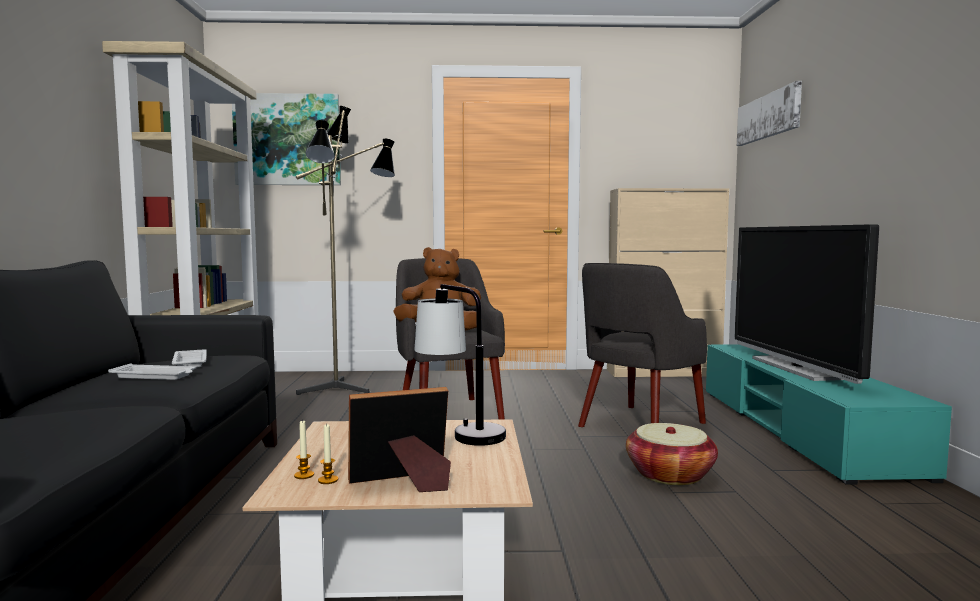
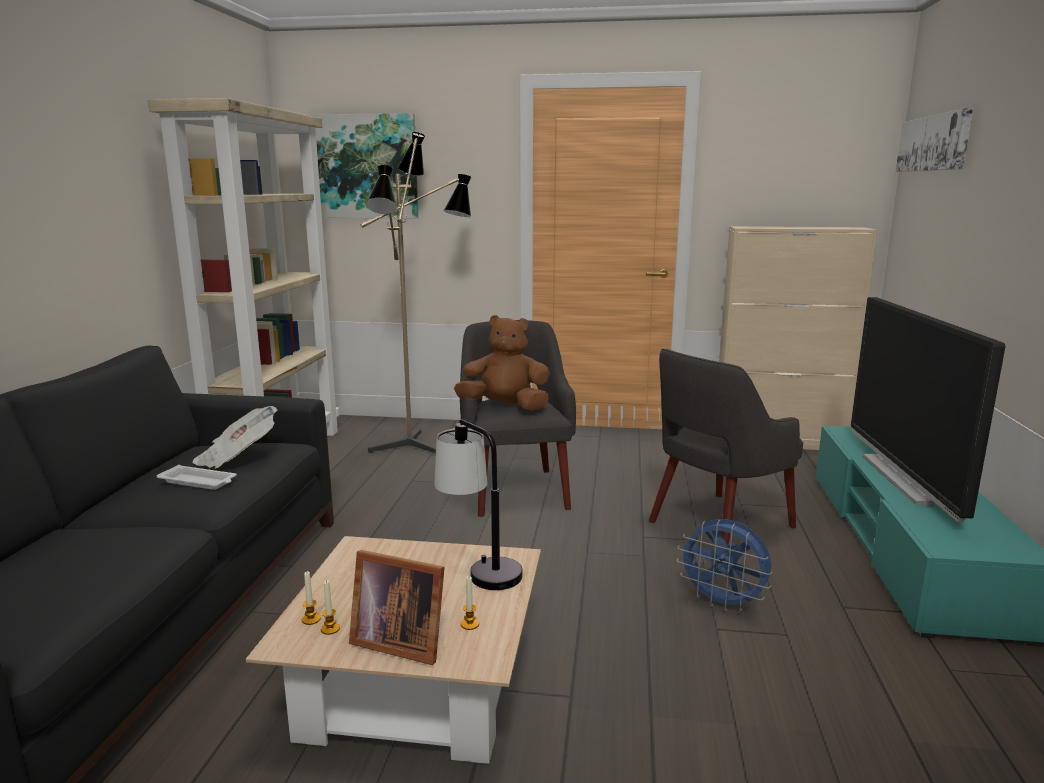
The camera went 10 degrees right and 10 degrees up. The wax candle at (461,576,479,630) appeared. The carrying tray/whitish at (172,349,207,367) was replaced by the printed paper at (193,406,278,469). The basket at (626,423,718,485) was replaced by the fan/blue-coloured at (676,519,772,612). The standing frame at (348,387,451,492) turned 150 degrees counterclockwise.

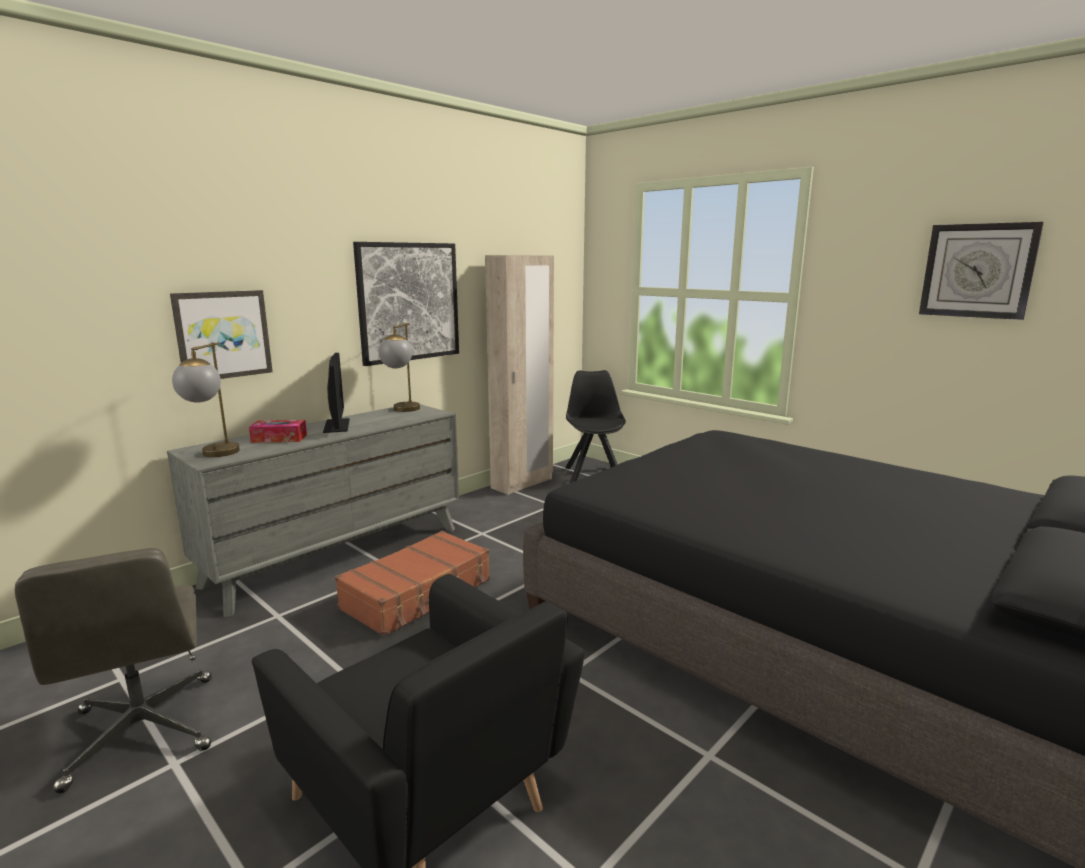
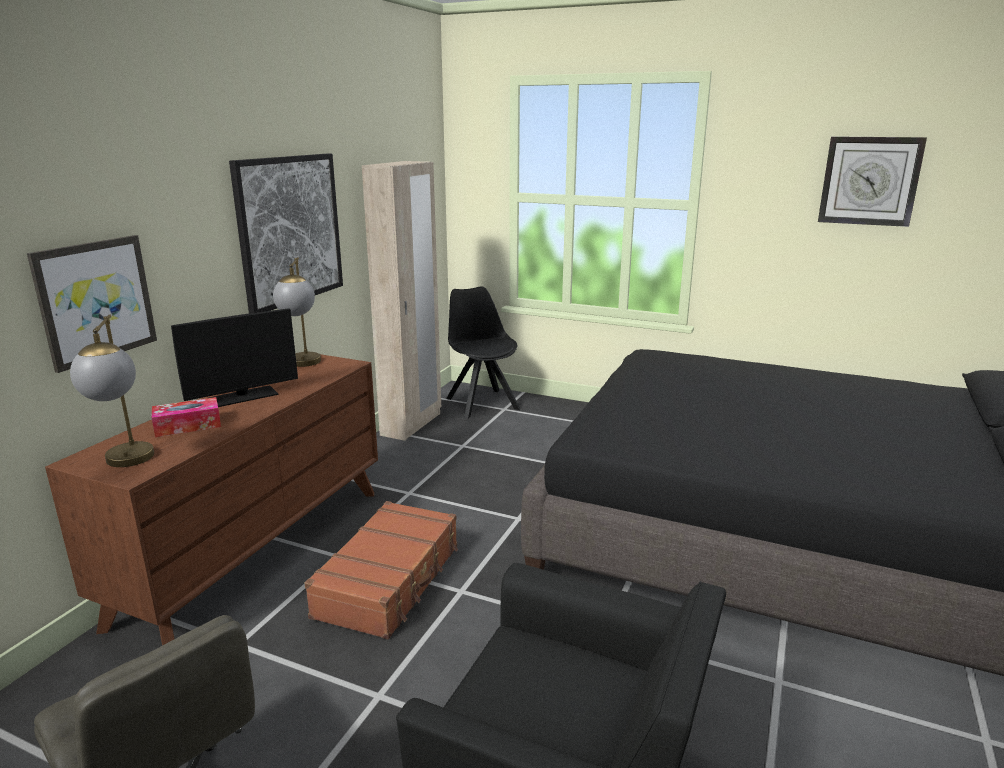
The camera went 20 degrees left and 5 degrees up. The drawer chest/grey at (167,404,459,617) became the drawer chest/brown-coloured at (45,354,378,646). The computer screen at (323,353,350,433) turned 90 degrees clockwise.

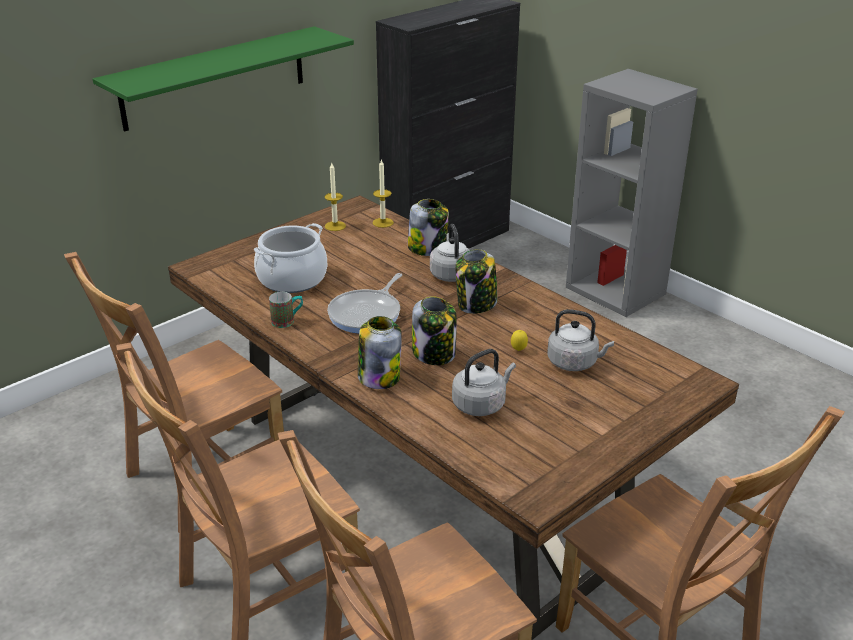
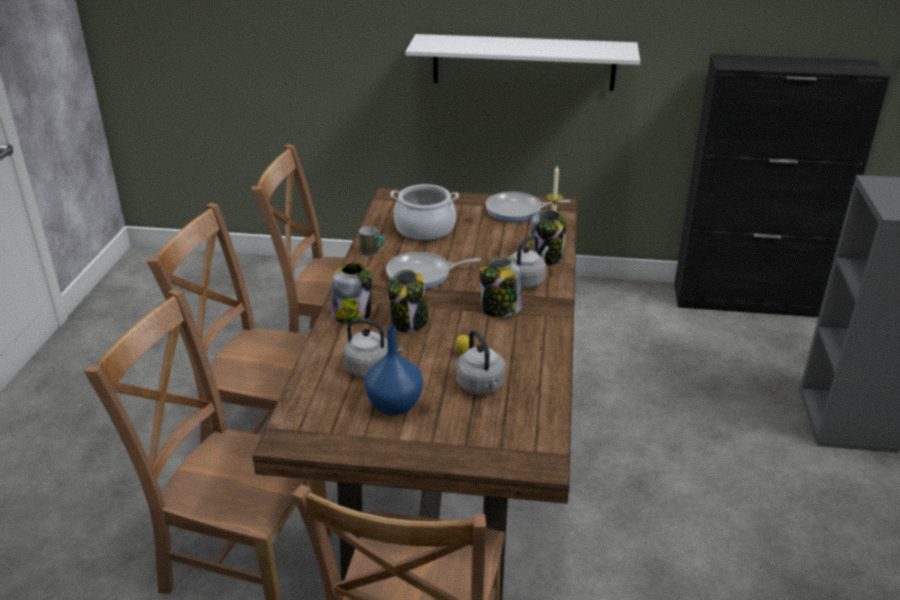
The camera went 50 degrees right and 0 degrees up. The vase/blue-coloured at (364,325,423,415) appeared. The wax candle at (325,163,346,231) was replaced by the skillet at (485,192,570,222). The bracket shelf/green-coloured at (93,26,354,132) became the bracket shelf/whitish at (405,34,640,91).

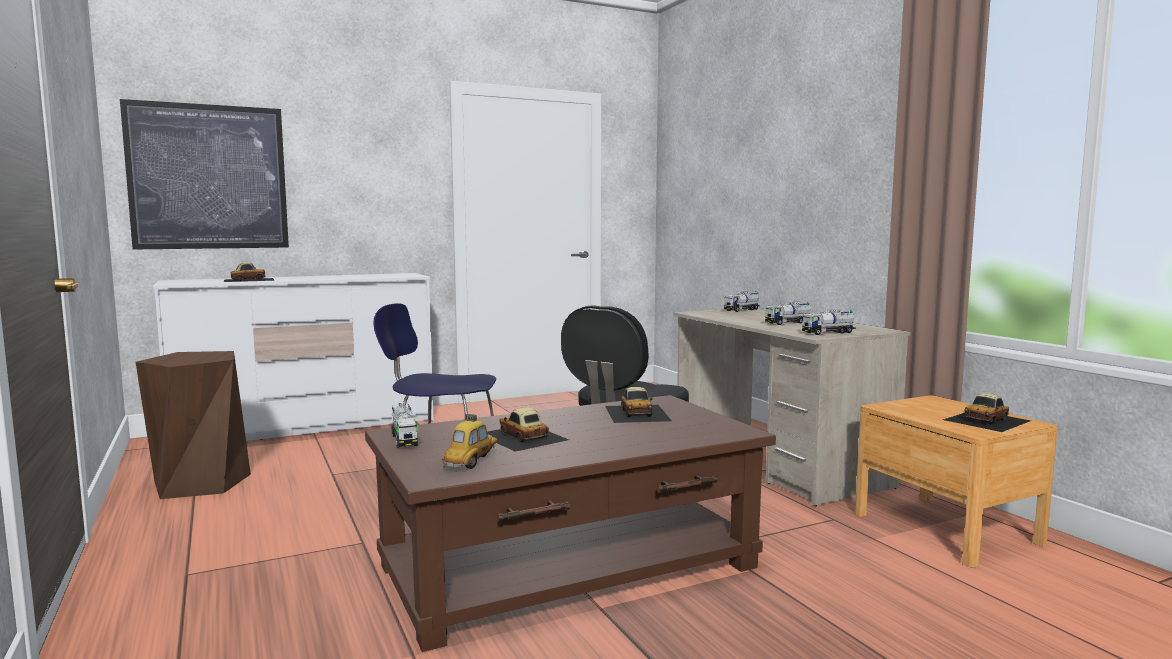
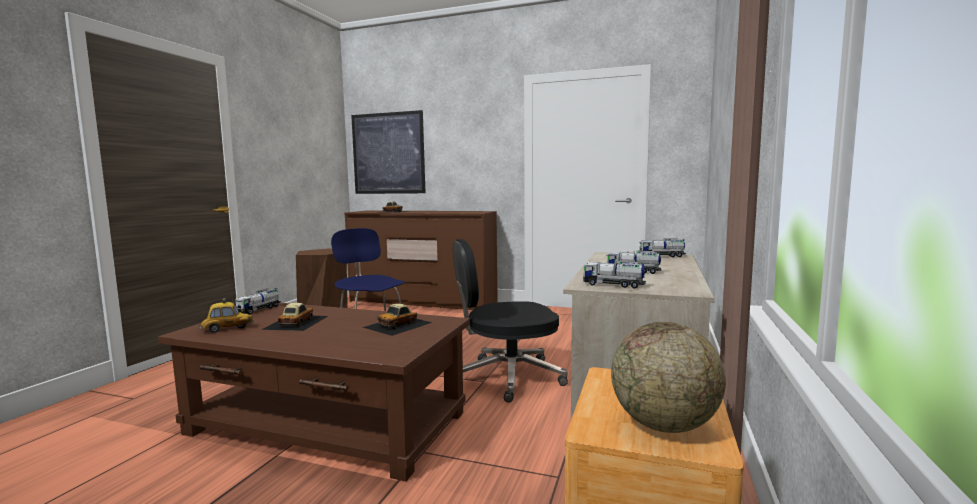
The camera went 45 degrees right and 0 degrees up. The toy car at (943,394,1031,432) was replaced by the desk globe at (611,322,726,433). The drawer chest/whitish at (153,273,434,441) became the drawer chest/brown-coloured at (344,210,498,310).

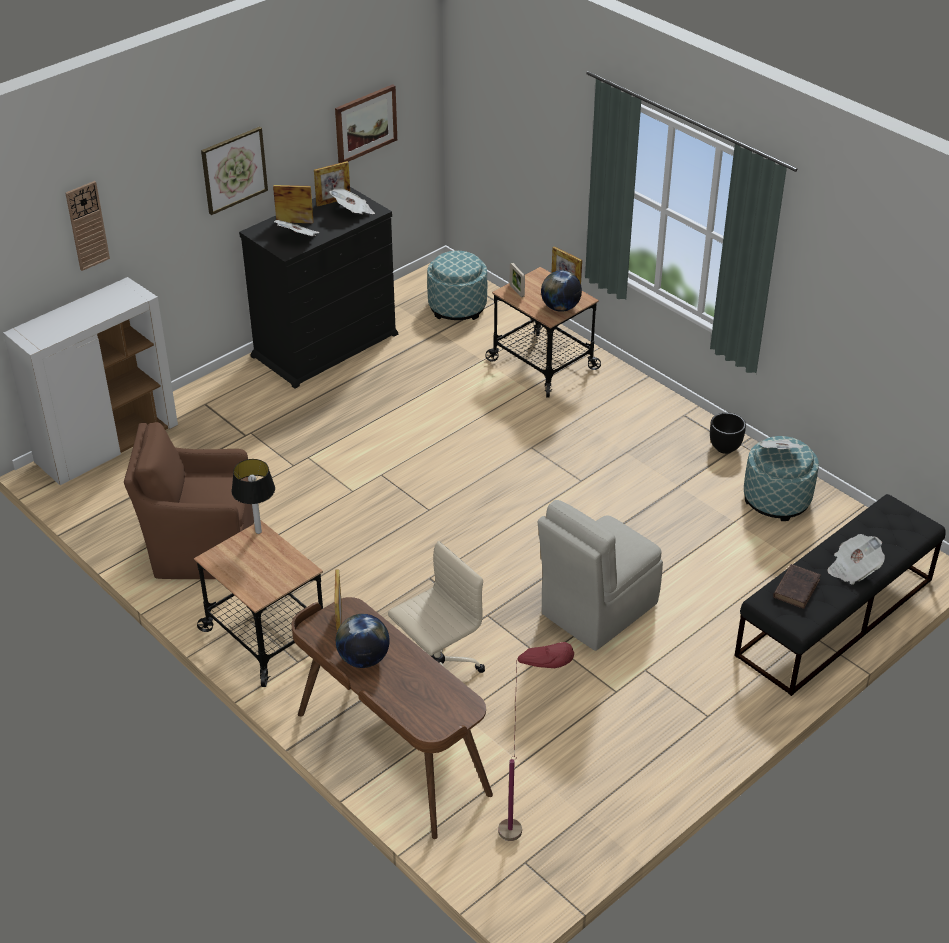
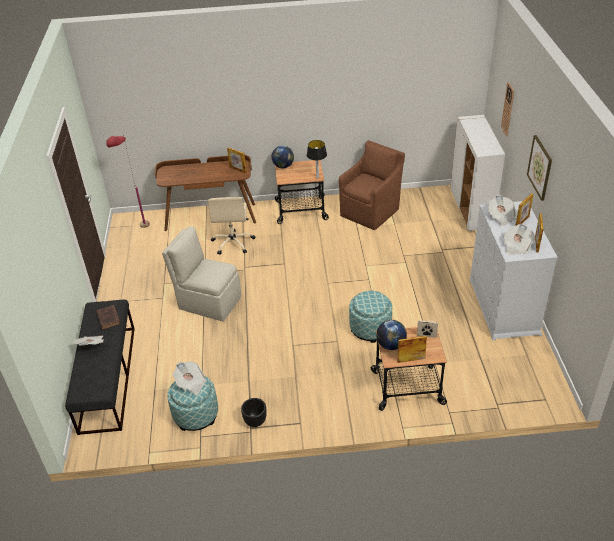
The camera went 130 degrees right and 0 degrees up. The wall art at (335,84,397,163) disappeared. The desk globe moved from (336,614,390,668) to (272,146,294,168). The ottoman moved from (427,251,487,320) to (349,290,392,343). The drawer chest/black-coloured at (239,187,398,389) became the drawer chest/whitish at (469,201,558,341). The chair/beige-coloured at (538,500,663,651) turned 60 degrees counterclockwise.

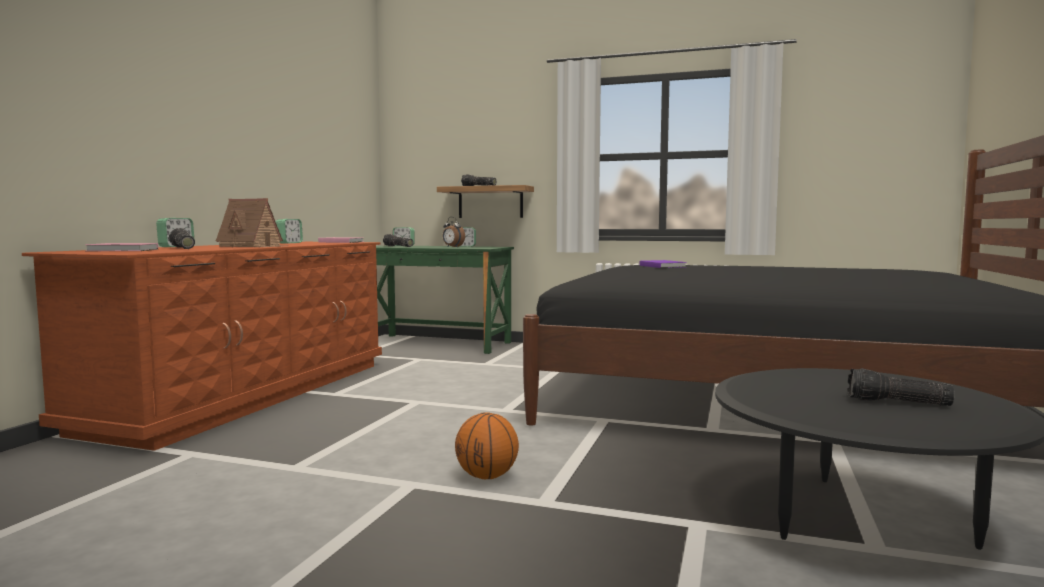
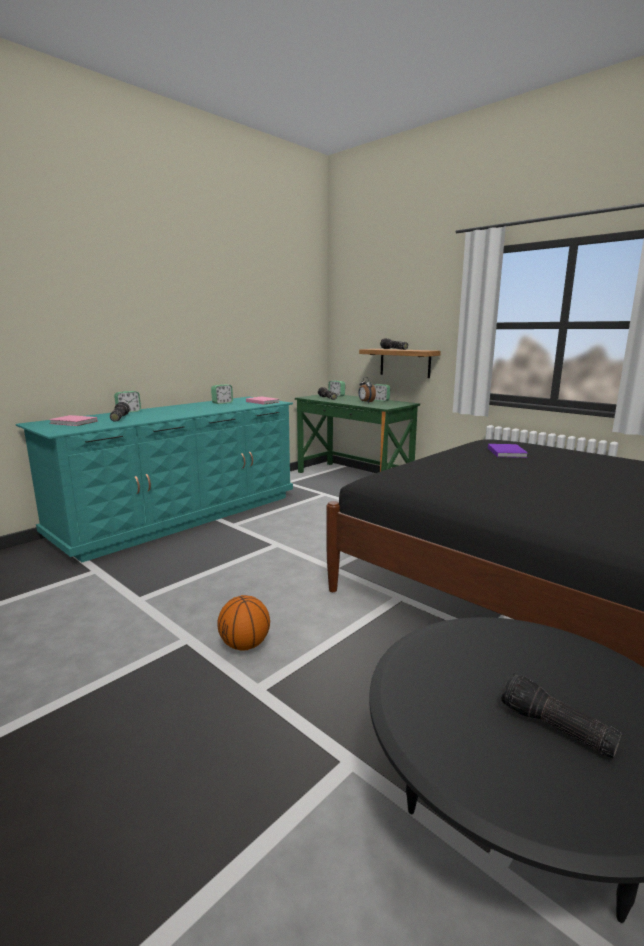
The camera went 25 degrees right and 10 degrees up. The model house at (216,198,288,247) disappeared. The drawer chest/brown-coloured at (22,242,382,451) became the drawer chest/turquoise at (16,397,293,562).

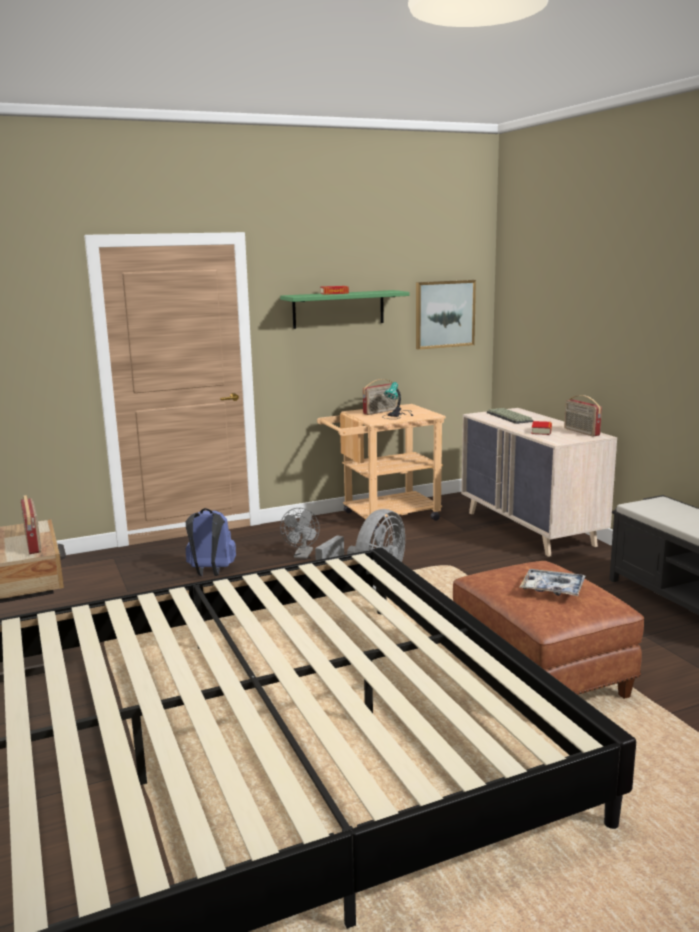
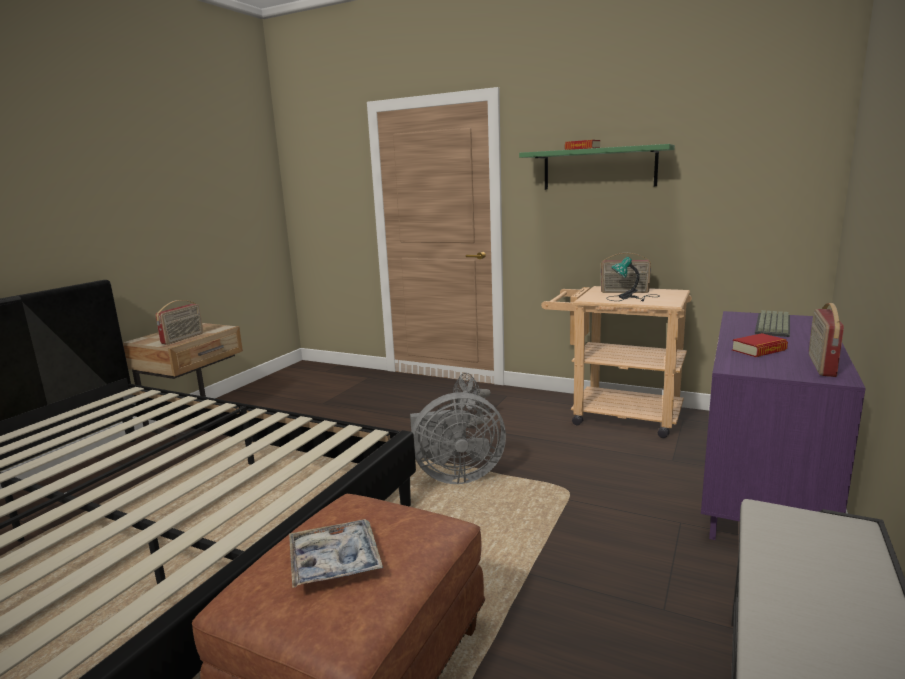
The camera went 50 degrees right and 0 degrees up. The knapsack/blue-coloured at (185,508,236,576) disappeared. The wall art at (416,280,476,350) disappeared. The drawer chest/beige-coloured at (461,408,617,557) became the drawer chest/purple at (701,311,866,540).

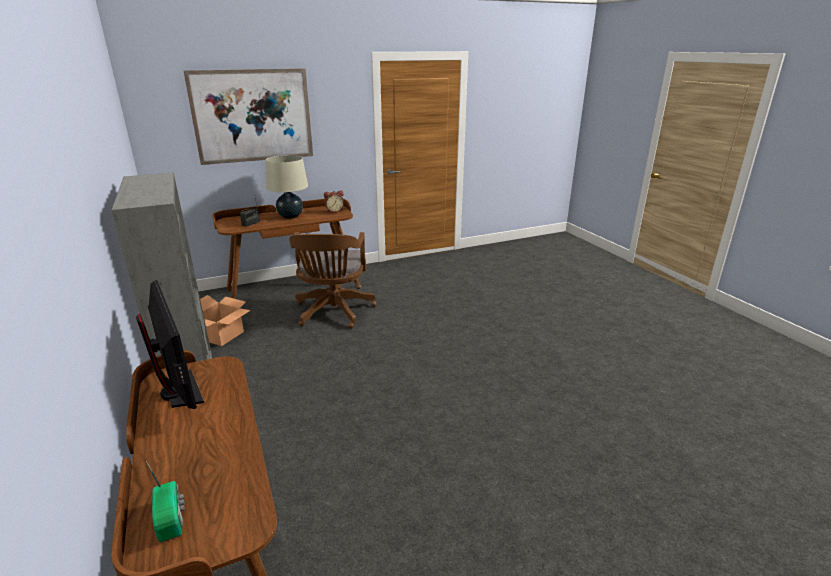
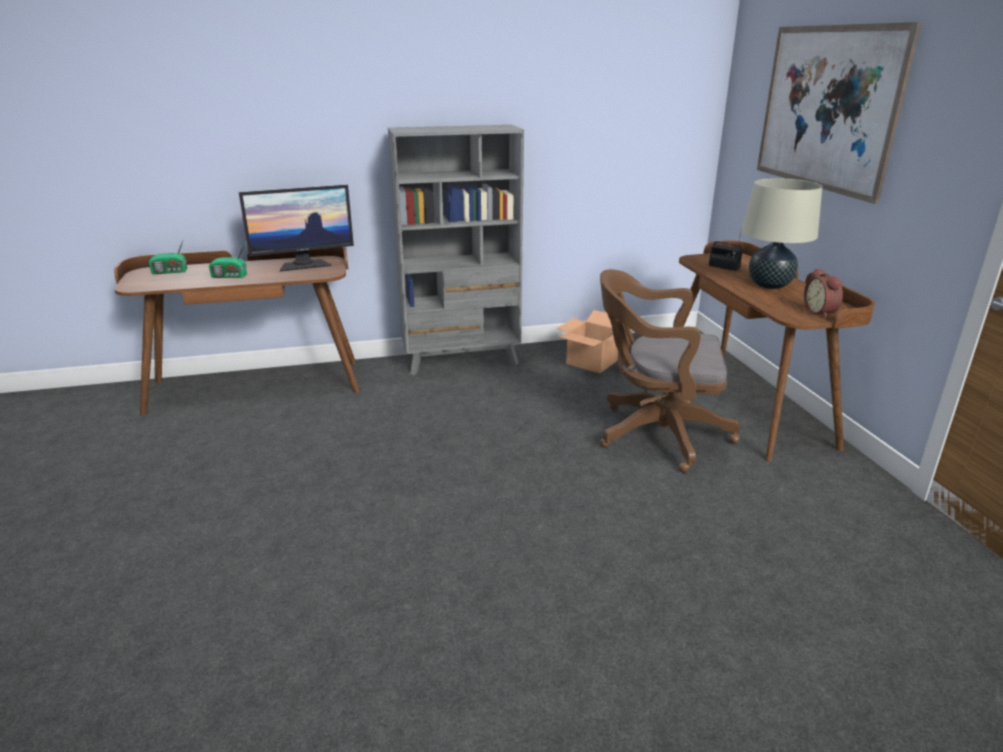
The camera went 100 degrees right and 0 degrees up. The radio receiver at (209,243,247,278) appeared.

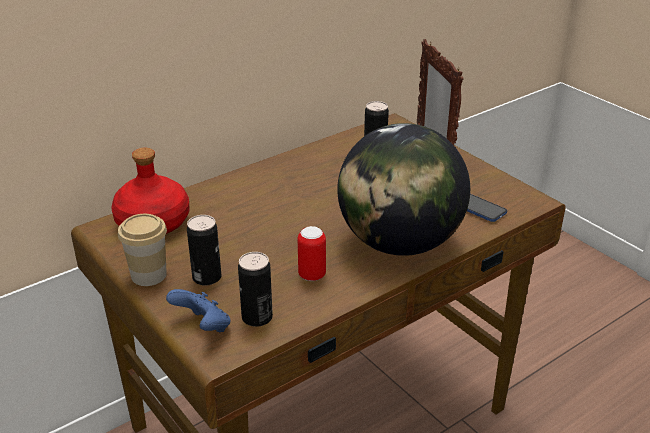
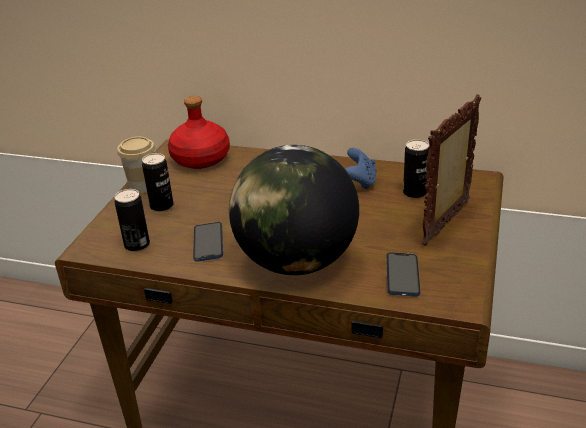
The camera went 55 degrees right and 0 degrees up. The joypad/blue-coloured moved from (166,289,230,332) to (345,148,377,189). The can at (298,226,326,281) was replaced by the phone at (193,222,223,262).

